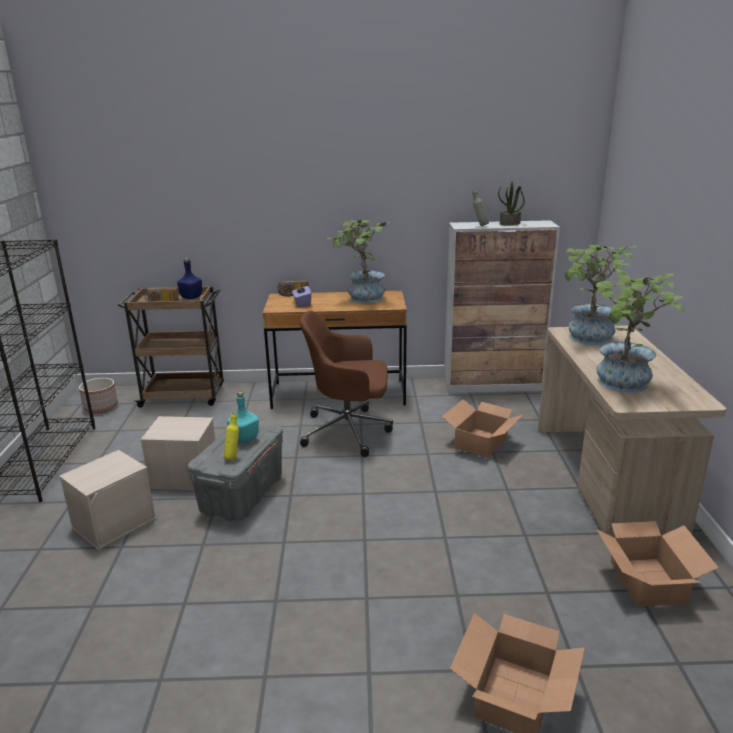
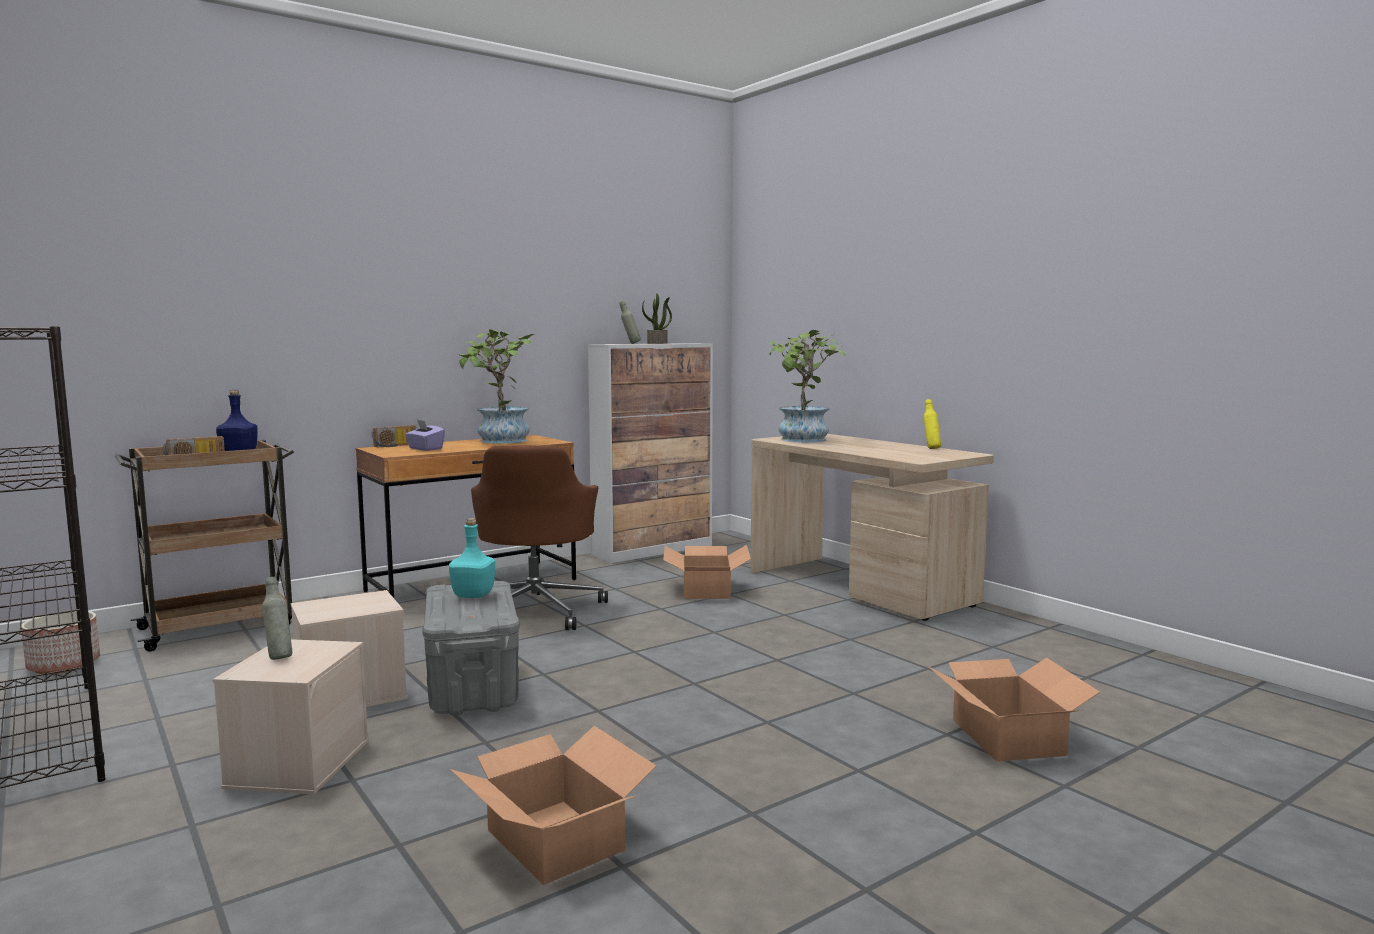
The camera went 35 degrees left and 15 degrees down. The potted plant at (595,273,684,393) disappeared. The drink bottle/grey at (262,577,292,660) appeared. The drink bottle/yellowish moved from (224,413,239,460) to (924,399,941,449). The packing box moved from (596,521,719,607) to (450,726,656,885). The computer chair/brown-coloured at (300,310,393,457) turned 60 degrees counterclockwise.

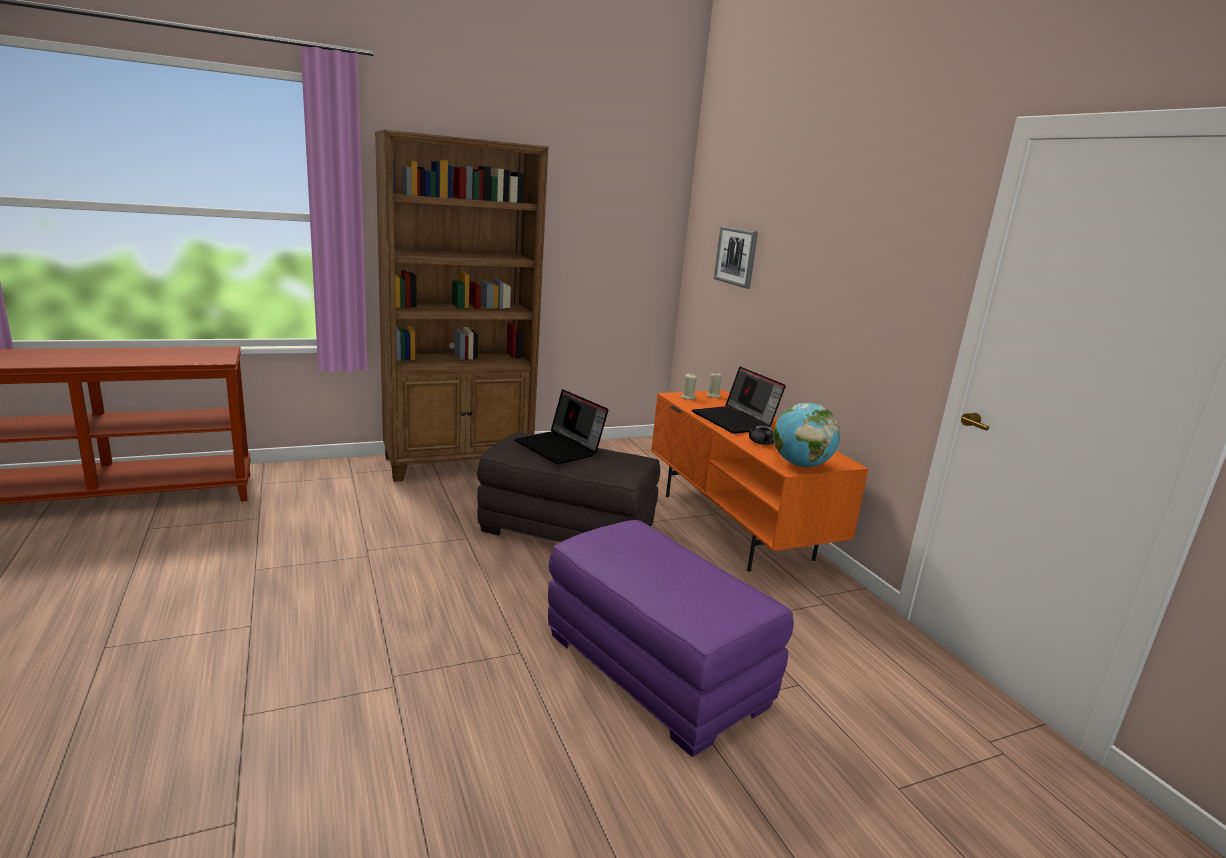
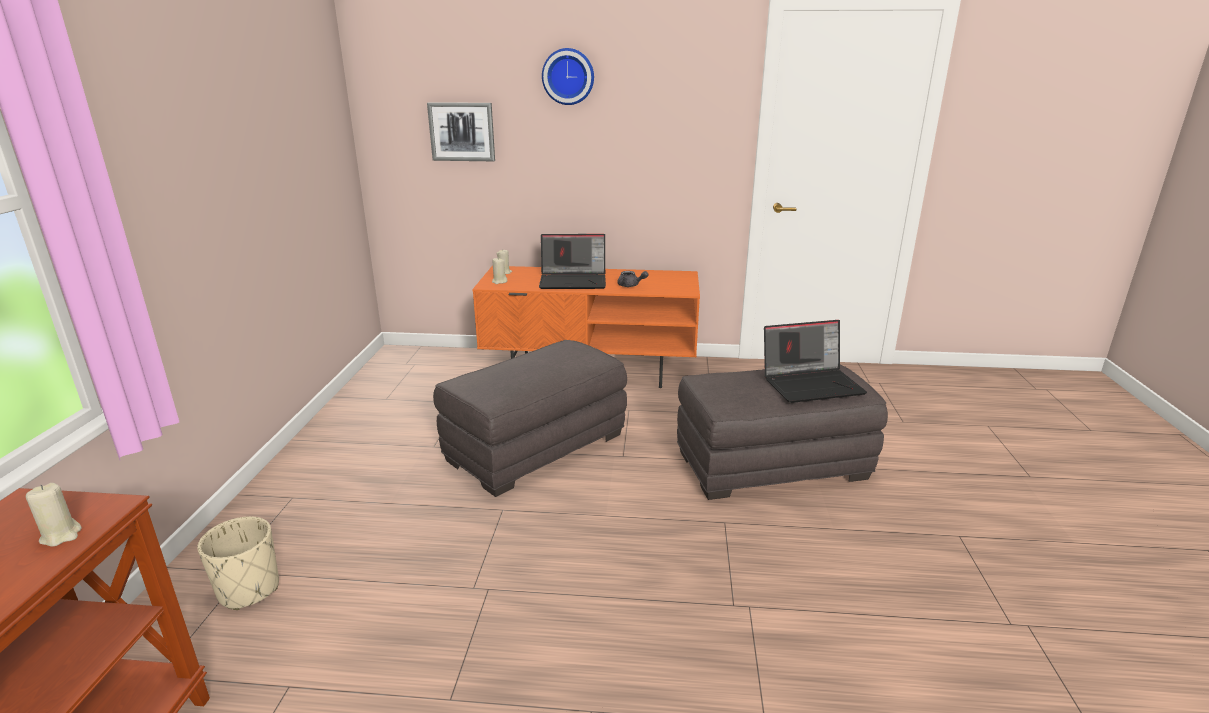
The camera went 60 degrees left and 5 degrees up. The shelving unit/brown-coloured at (375,130,548,482) disappeared. The desk globe at (773,403,840,467) disappeared. The wax candle/beige-coloured at (26,483,82,547) appeared. The flower pot/beige-coloured at (197,516,279,610) appeared. The wall clock at (542,48,594,105) appeared. The laptop moved from (514,389,609,464) to (764,320,867,403). The ottoman/purple at (548,520,794,757) became the ottoman/grey at (677,365,888,500).

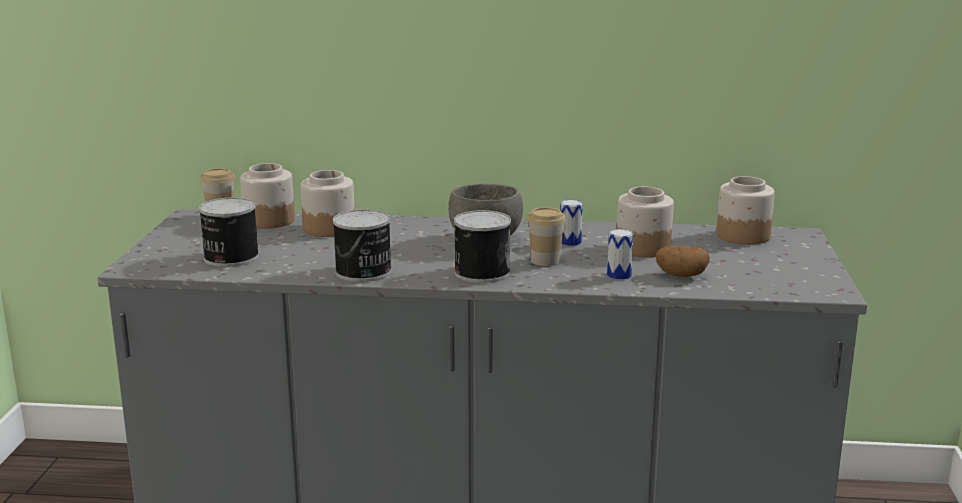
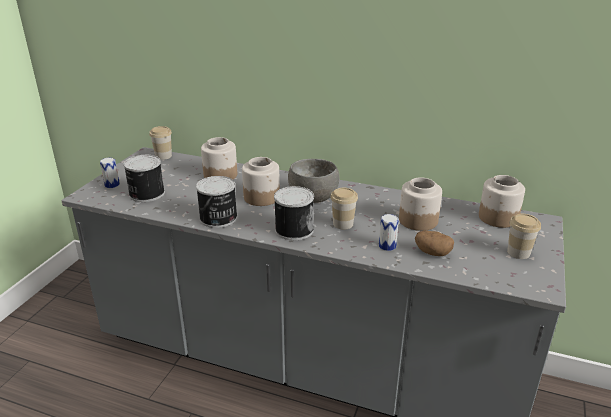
The camera went 15 degrees right and 10 degrees up. The cup at (507,214,541,259) appeared. The jar moved from (240,163,295,229) to (242,157,280,206). The can moved from (560,199,583,246) to (100,157,120,188).

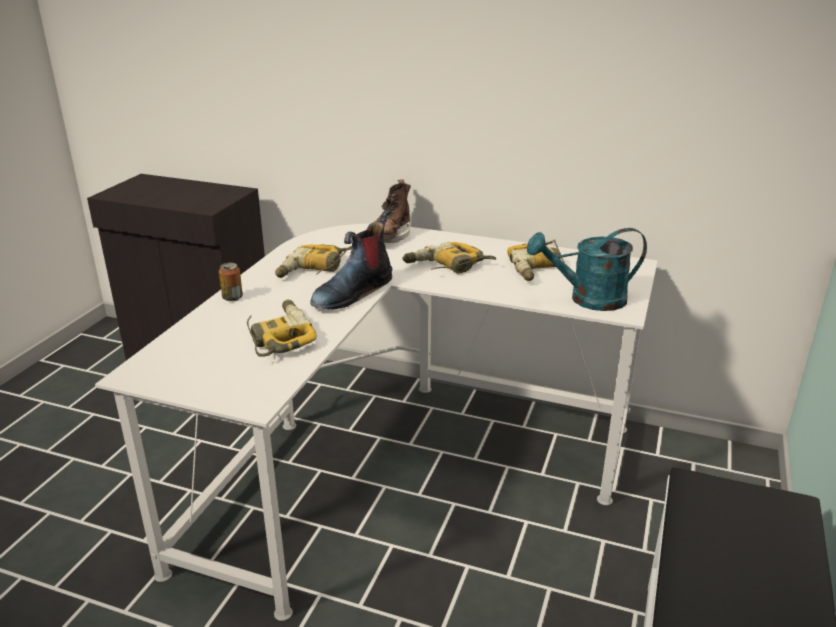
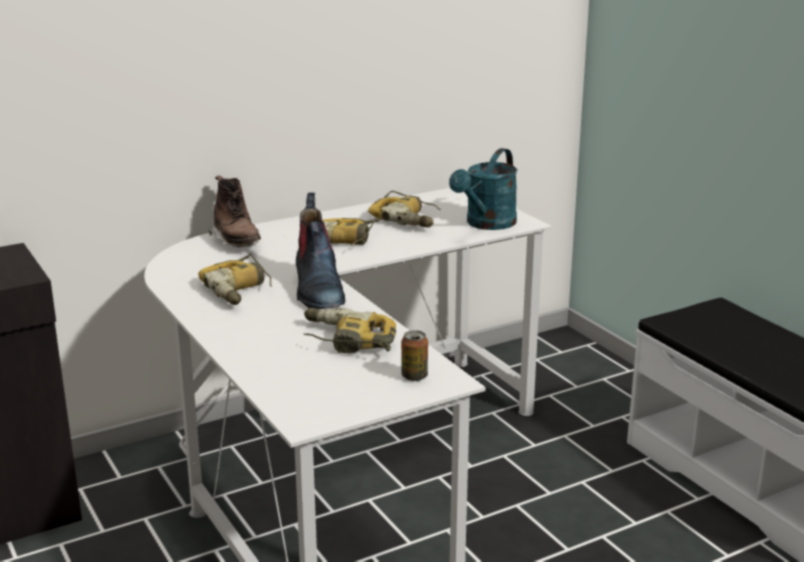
The camera went 50 degrees left and 5 degrees down. The can moved from (219,263,243,301) to (401,330,428,381).

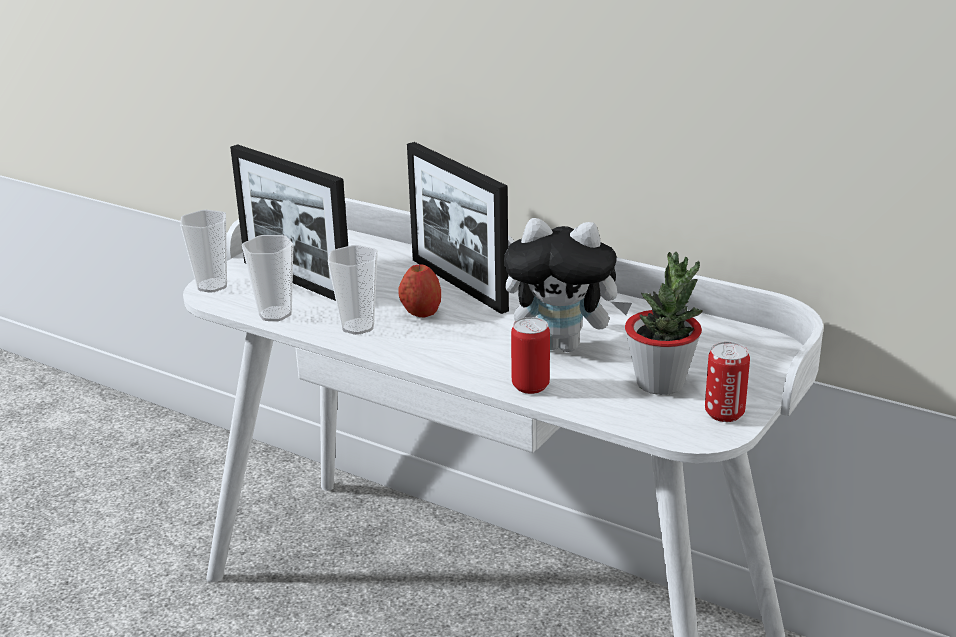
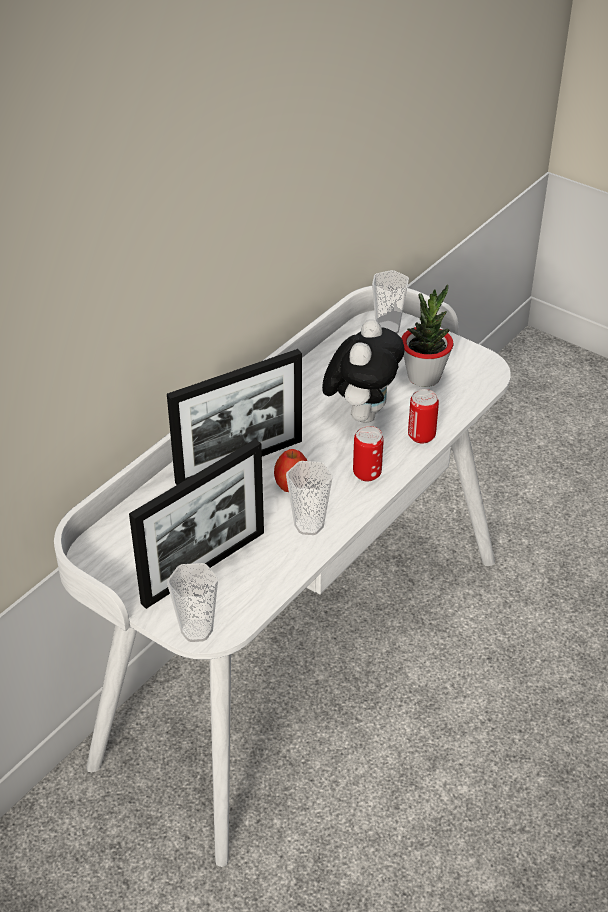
The camera went 85 degrees left and 15 degrees up. The cup moved from (242,235,294,321) to (372,270,409,334). The can moved from (705,342,750,422) to (353,426,384,482).

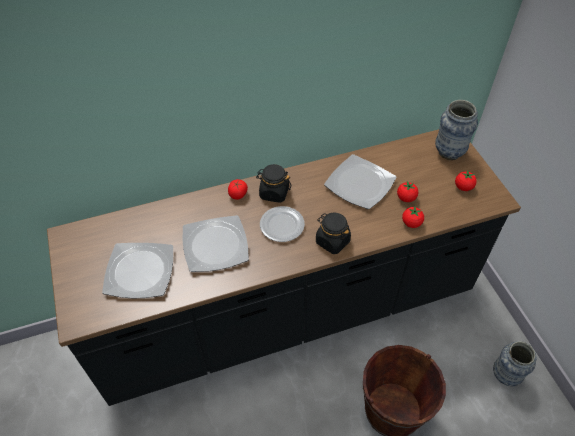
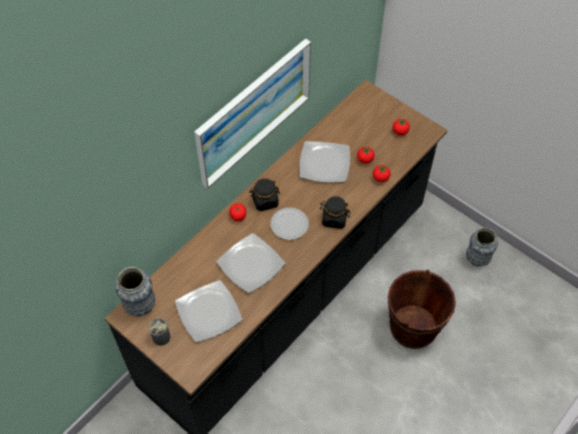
The camera went 30 degrees left and 5 degrees up. The can at (149,319,171,346) appeared. The wall art at (194,39,311,189) appeared. The vase moved from (435,100,478,160) to (115,267,155,316).

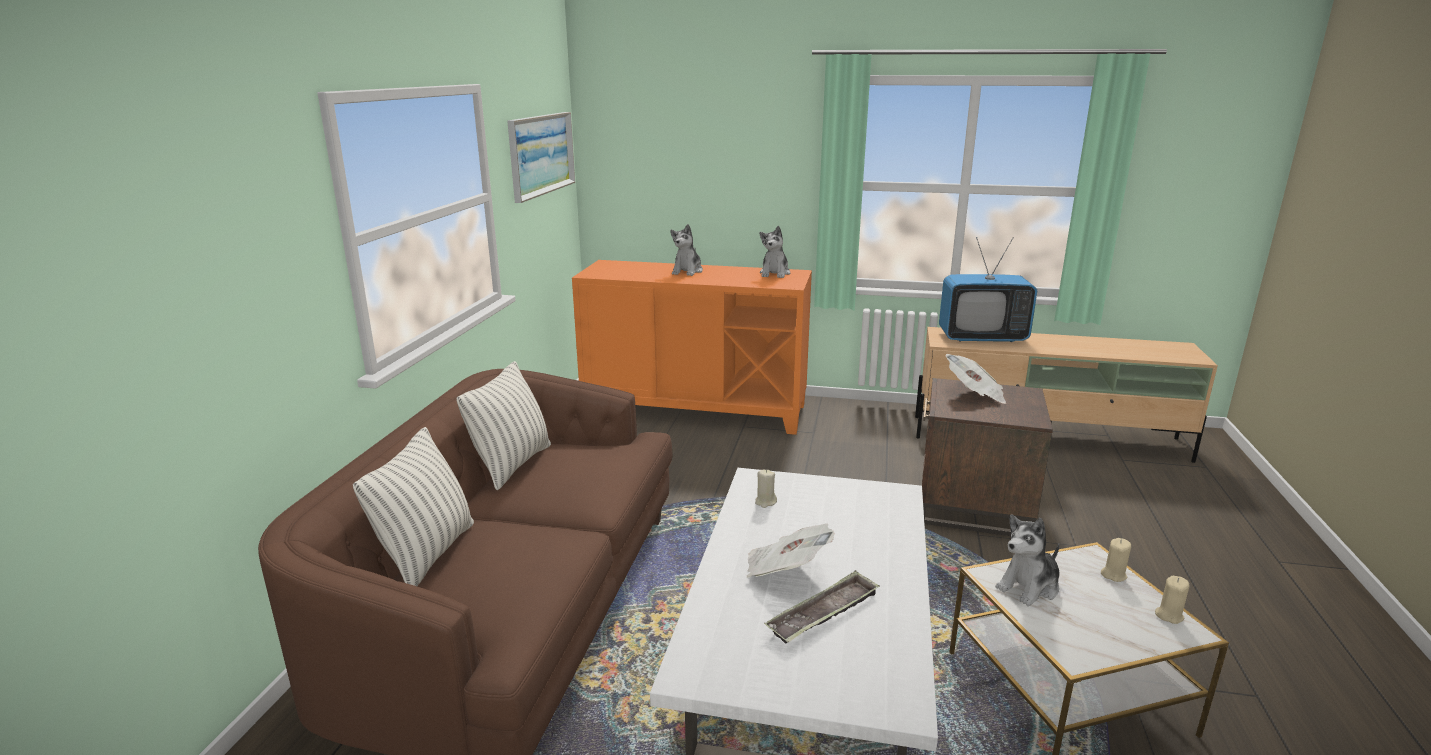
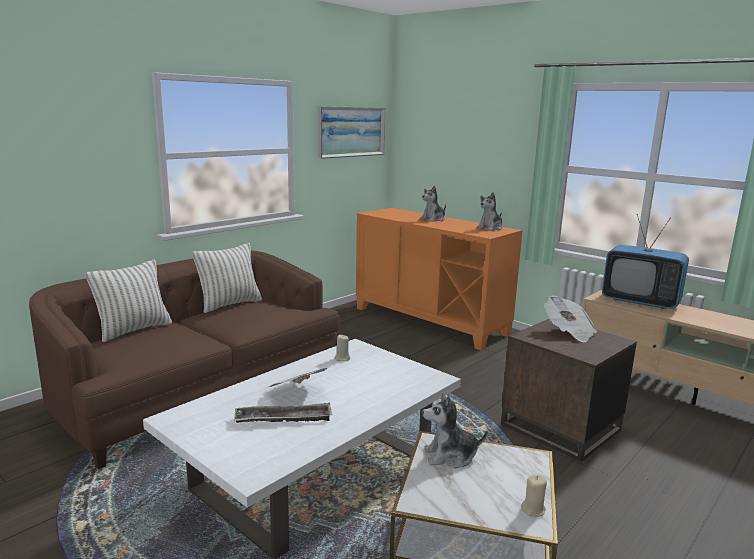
The camera went 30 degrees right and 5 degrees down. The wax candle/beige-coloured at (1101,538,1131,582) disappeared.

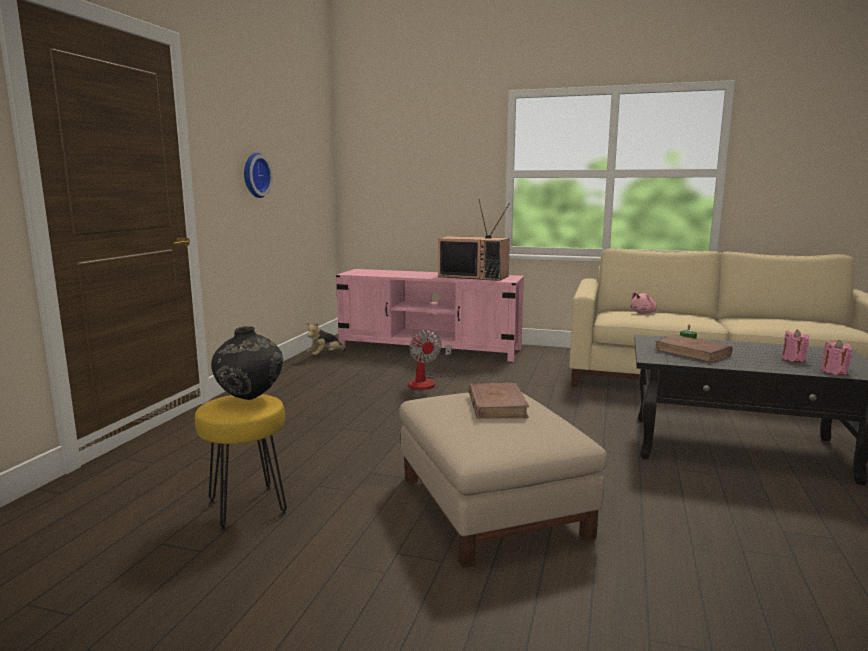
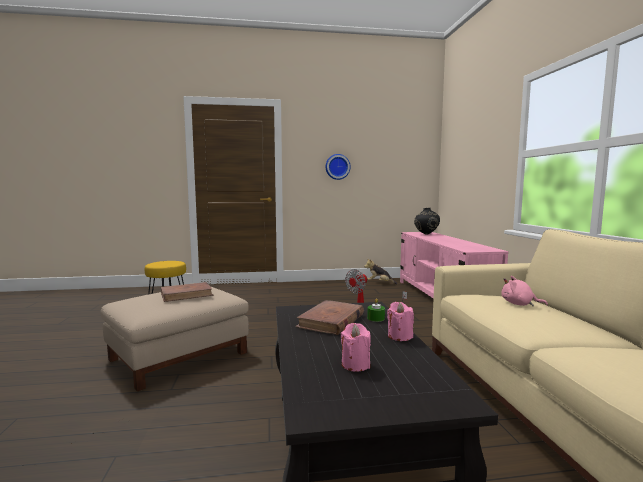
The camera went 65 degrees right and 5 degrees down. The TV set at (438,199,510,281) disappeared. The vase/black-coloured moved from (211,326,283,400) to (414,208,440,235). The wax candle/pinkish moved from (820,340,853,375) to (387,302,414,341).

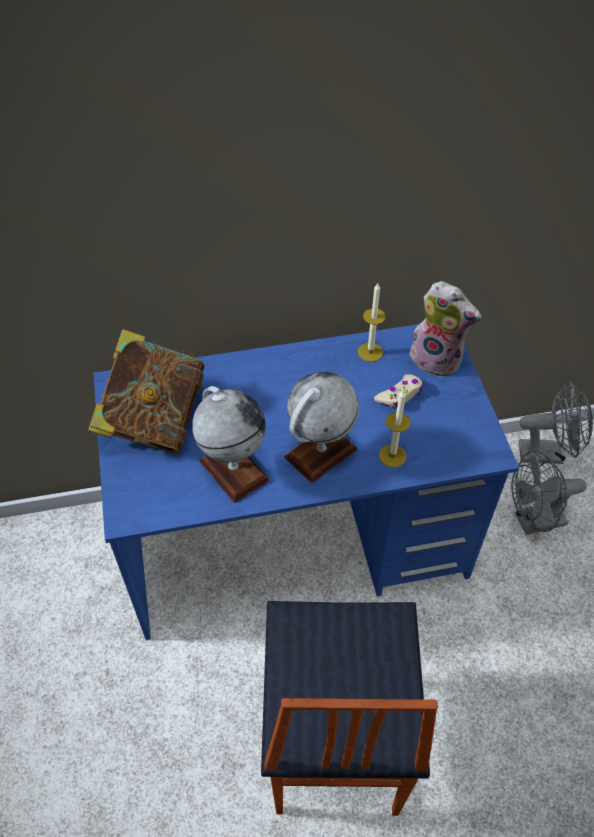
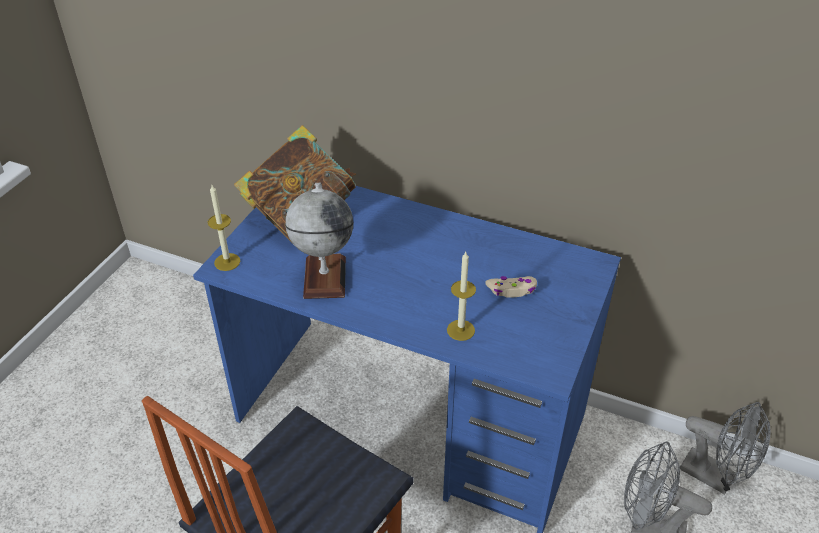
The camera went 35 degrees right and 10 degrees down. The desk globe at (284,372,359,483) disappeared. The soft toy at (407,281,481,378) disappeared. The wax candle moved from (358,283,386,362) to (208,185,241,271).

